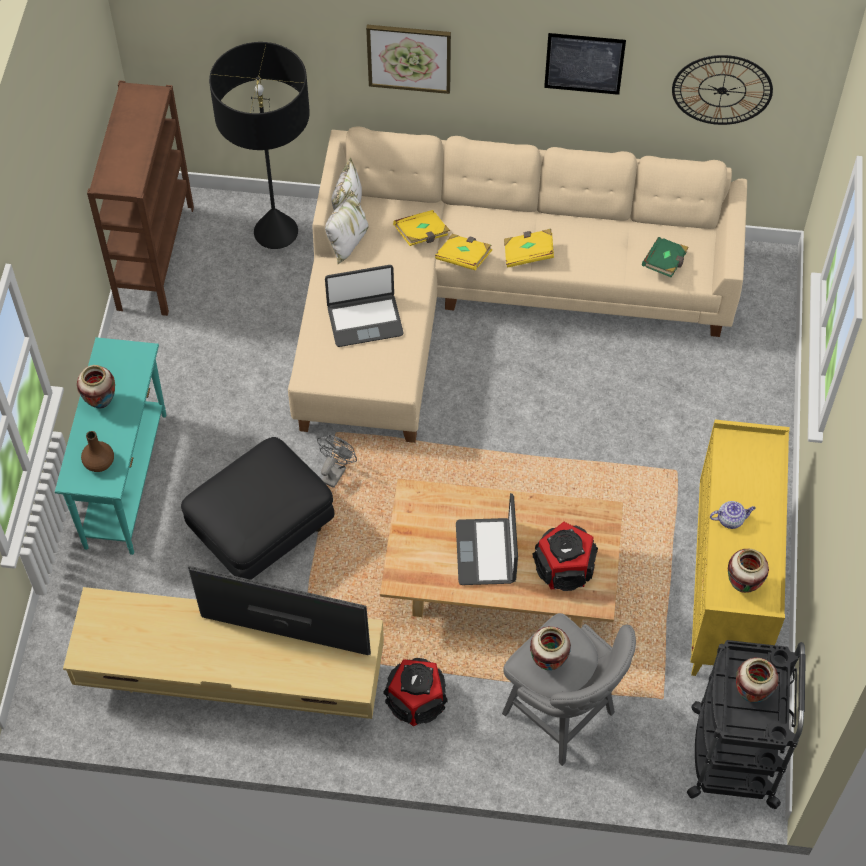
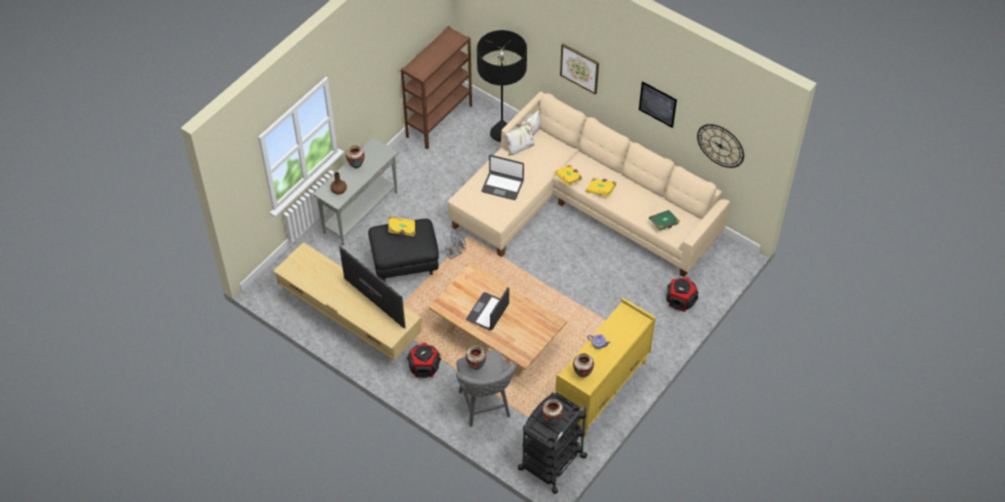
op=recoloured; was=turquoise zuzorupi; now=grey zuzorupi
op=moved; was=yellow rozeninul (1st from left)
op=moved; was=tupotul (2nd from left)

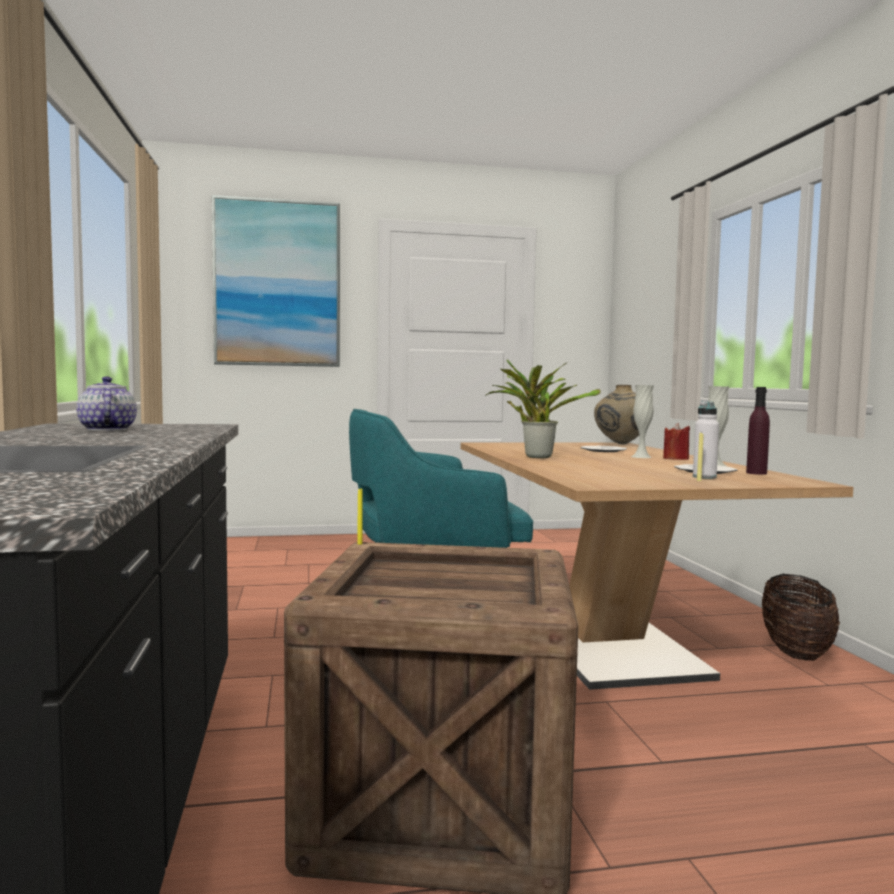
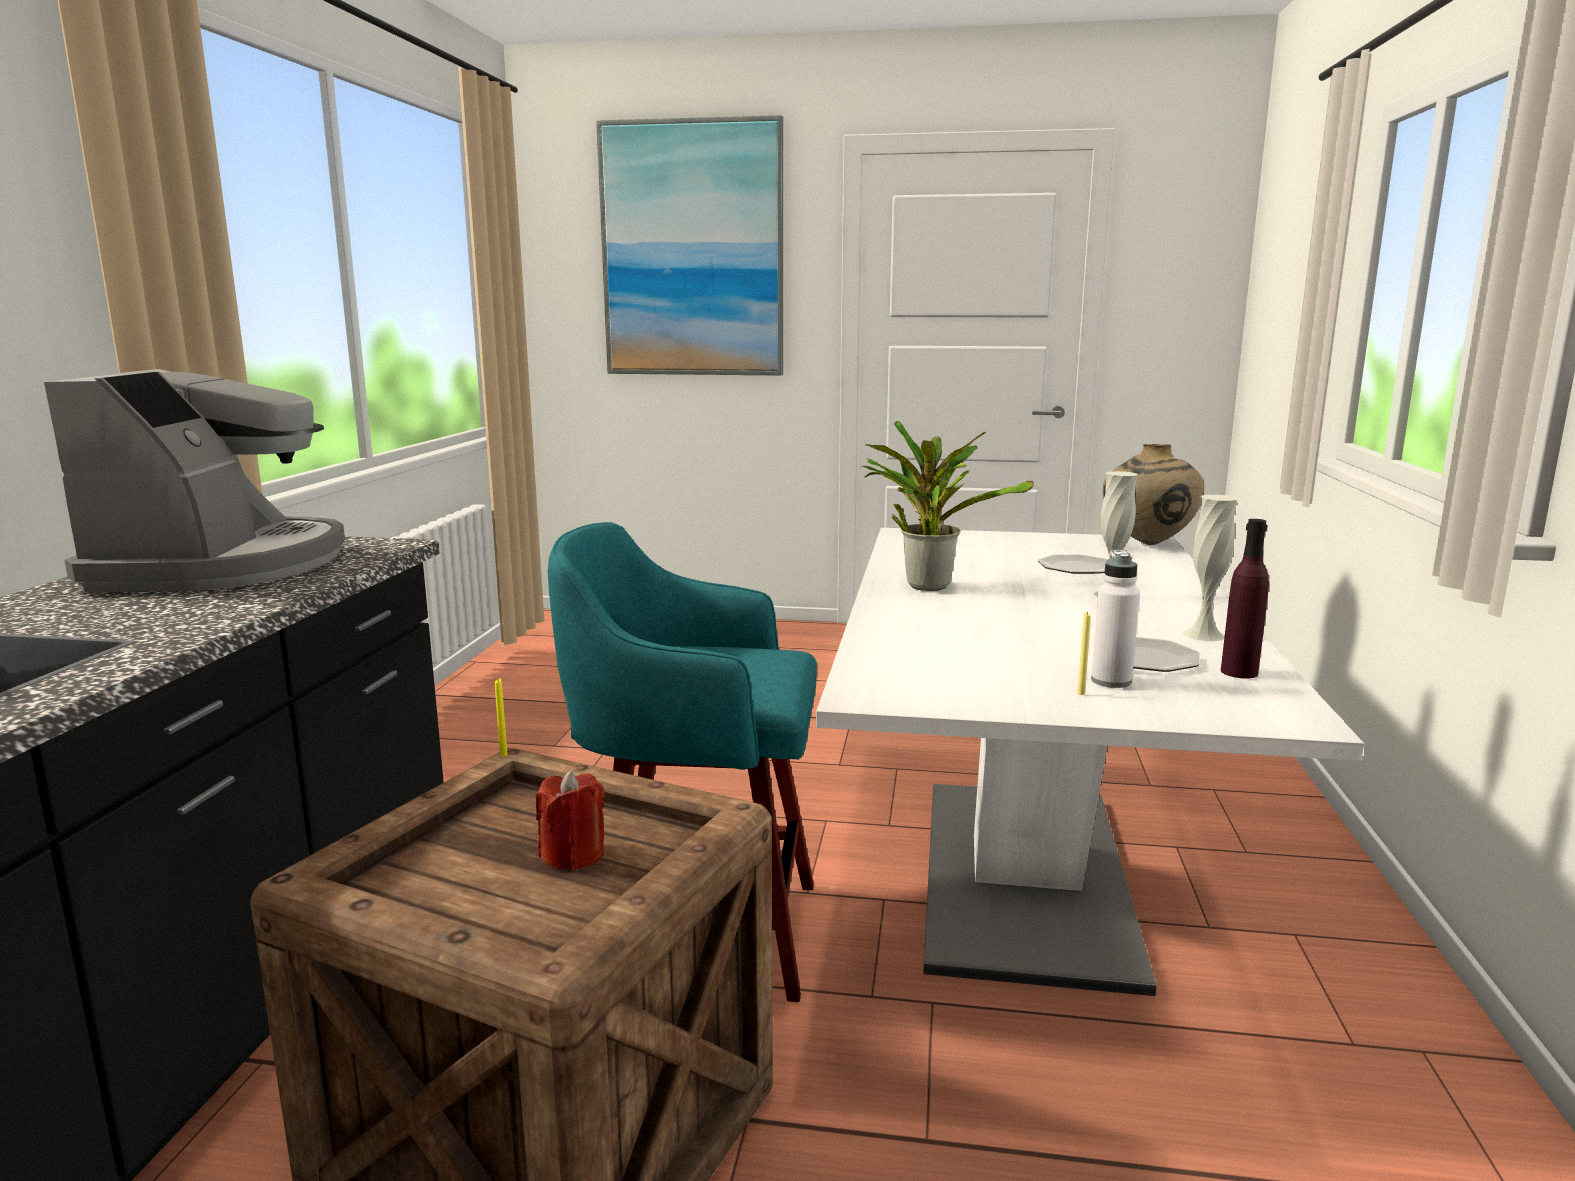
op=replaced; was=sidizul; now=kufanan
op=moved; was=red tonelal
op=recoloured; was=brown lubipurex; now=white lubipurex
op=removed; was=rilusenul

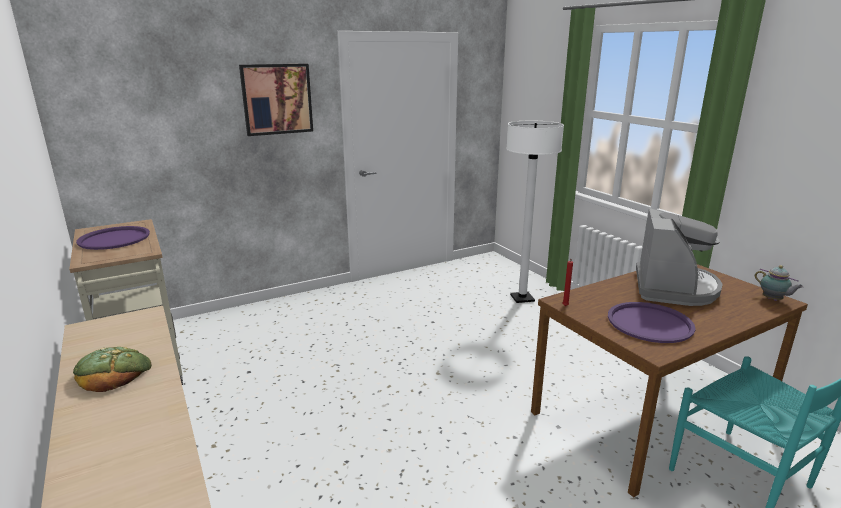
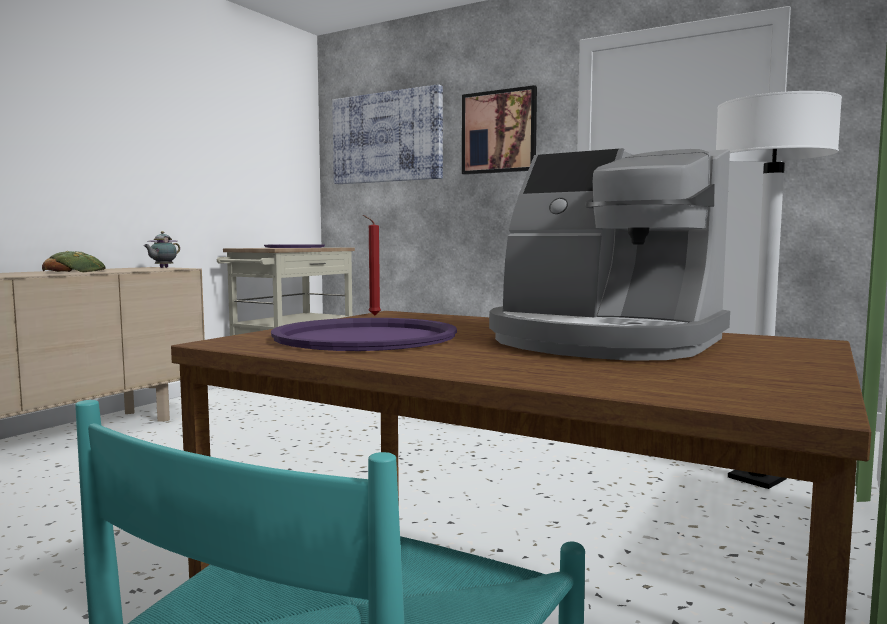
op=moved; was=sidizul
op=added; now=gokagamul (1st from left)
op=turned; was=kufanan; clockwise=45

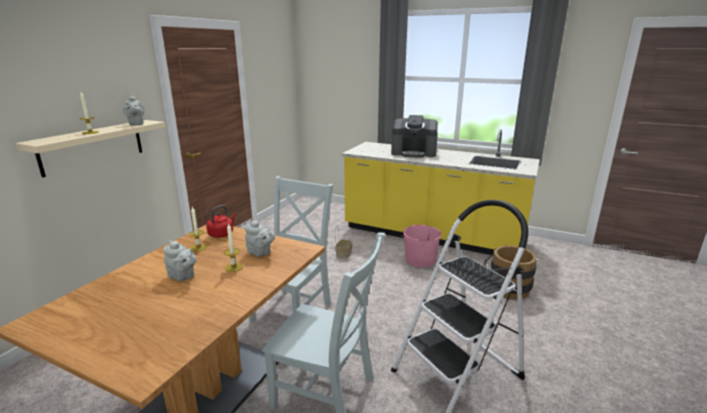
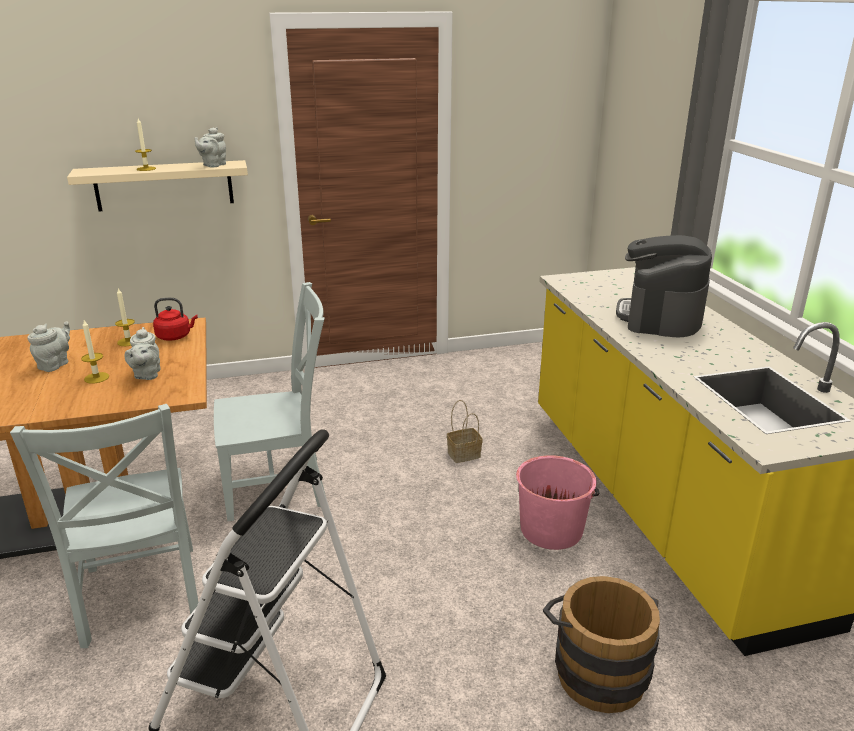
op=turned; was=grey sidizul (2nd from left in the first image); clockwise=-150
op=turned; was=kufanan; clockwise=45

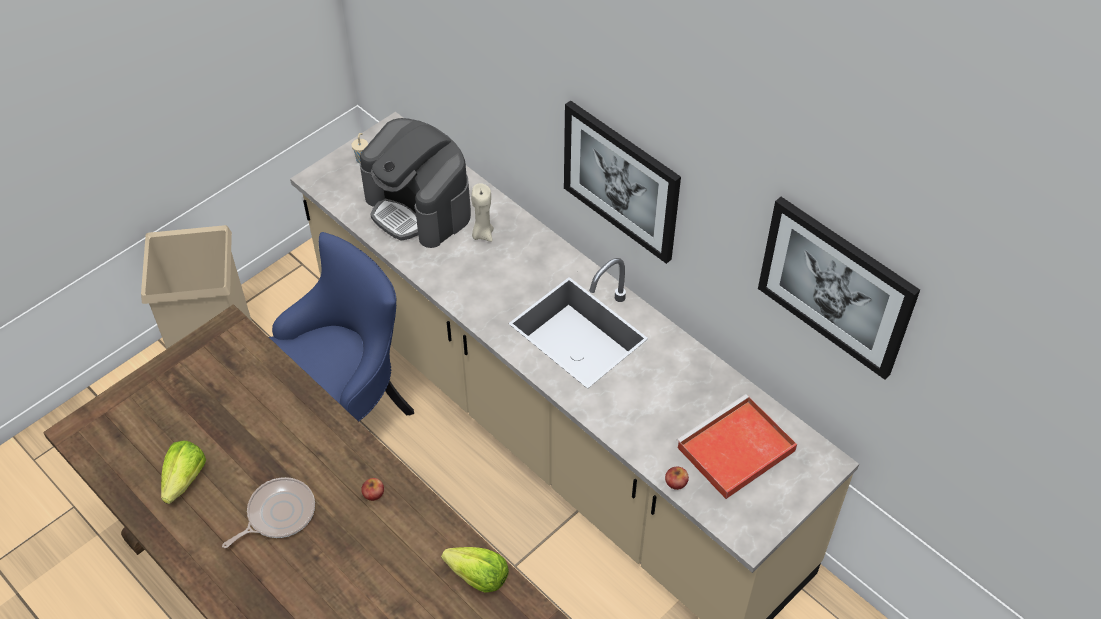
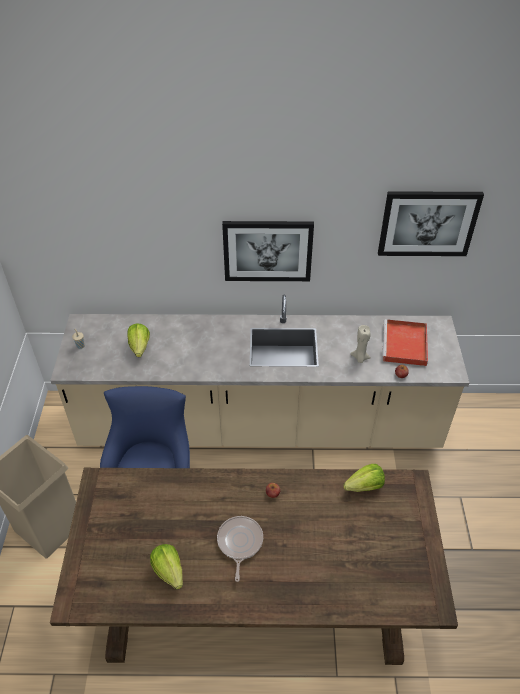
op=replaced; was=kufanan; now=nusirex (1st from left)
op=moved; was=beige tonelal

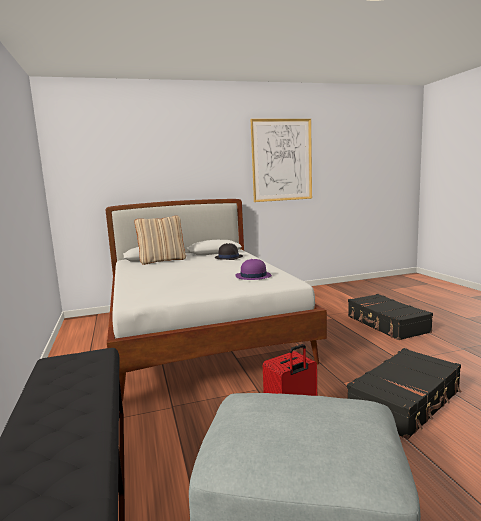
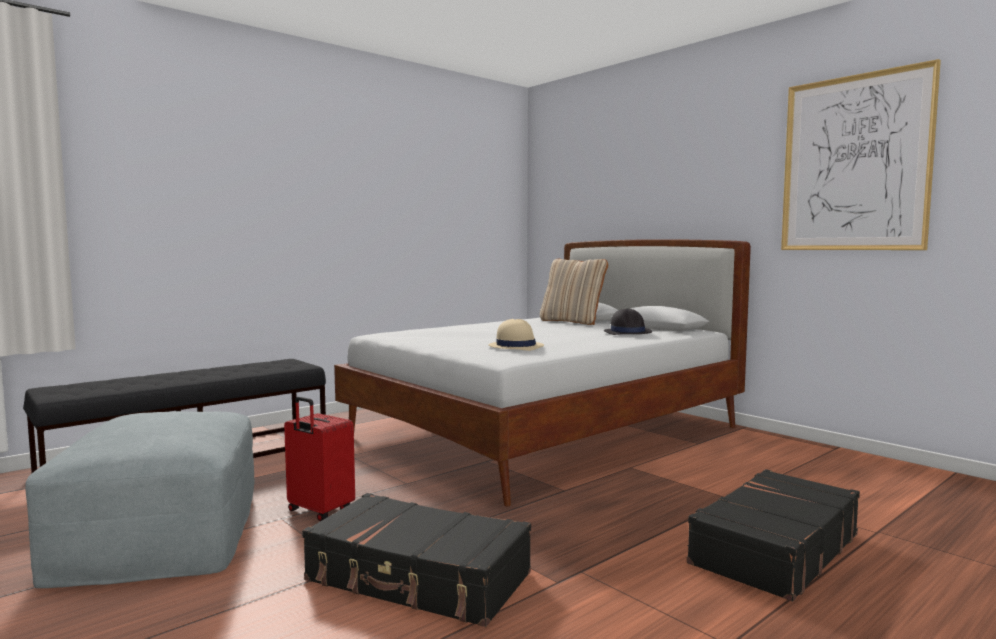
op=recoloured; was=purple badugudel; now=beige badugudel

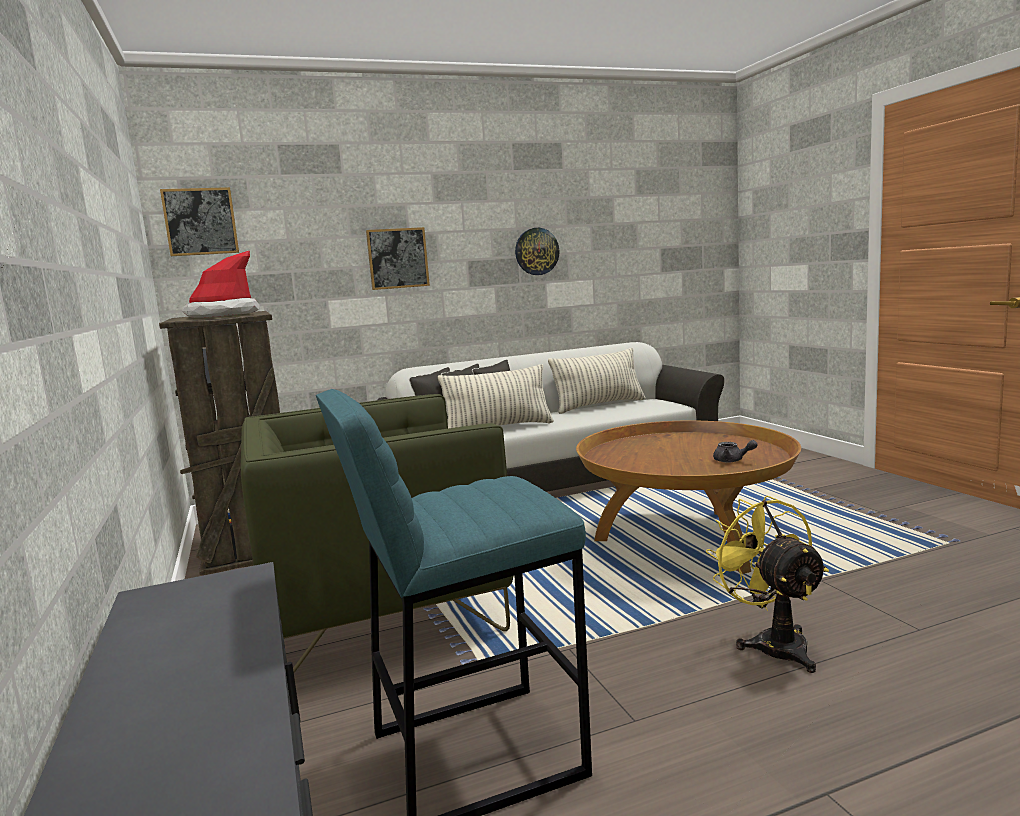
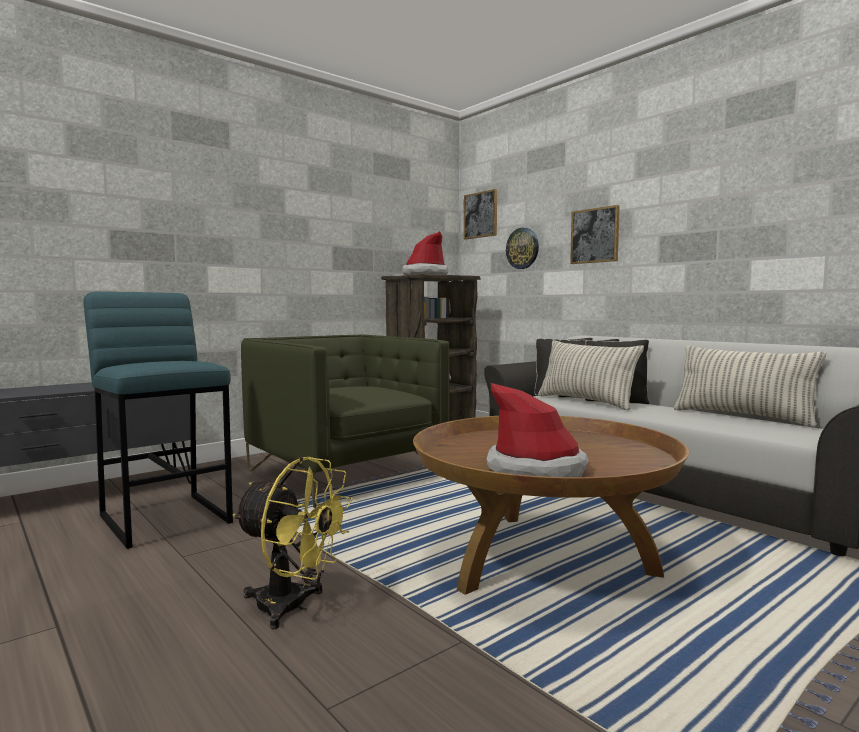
op=turned; was=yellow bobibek; clockwise=60
op=replaced; was=grey sidizul; now=badugudel (2nd from left)
op=moved; was=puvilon

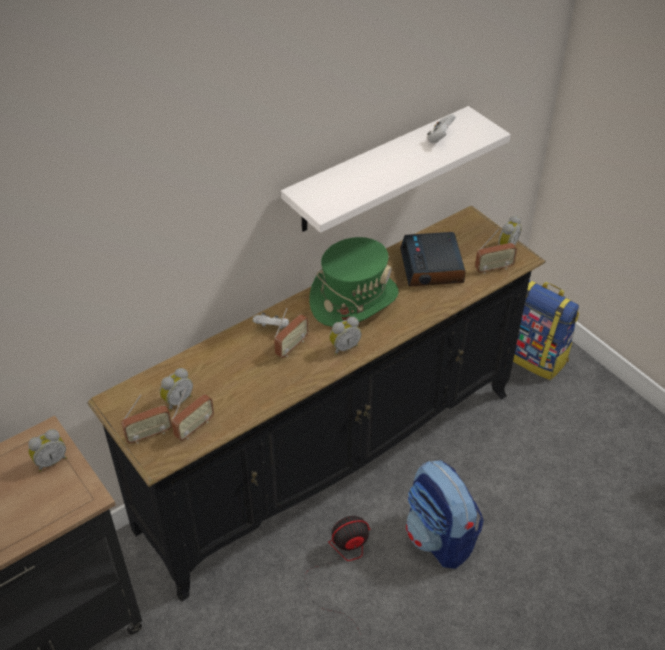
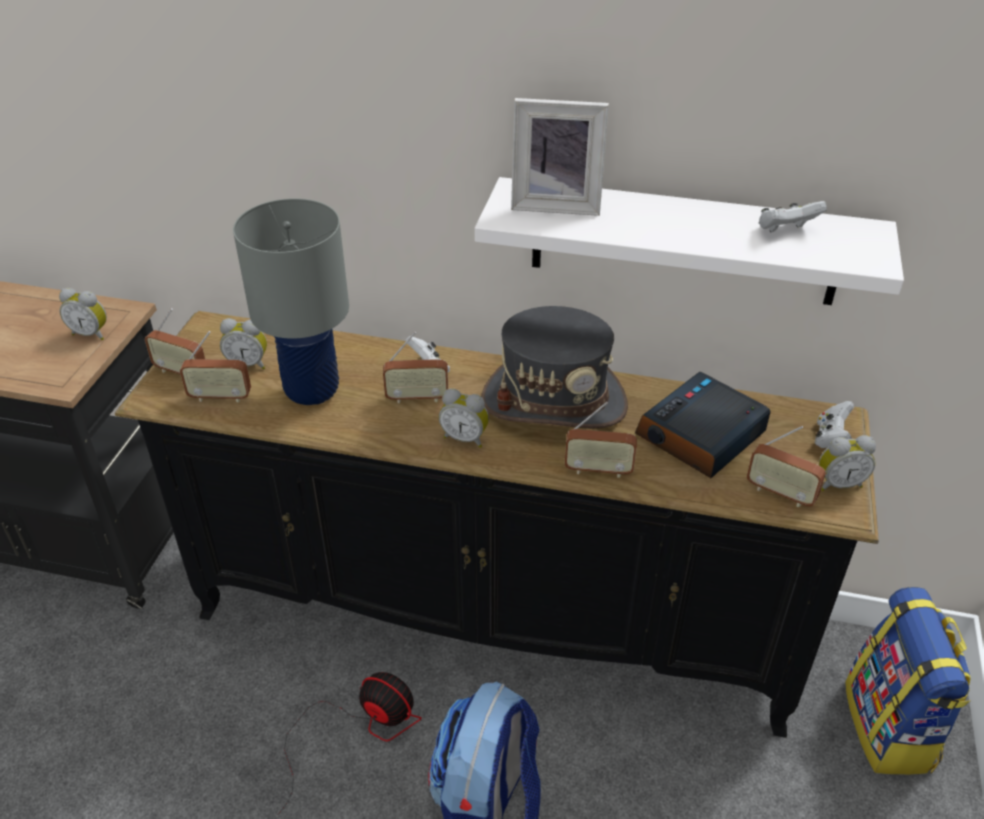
op=added; now=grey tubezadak
op=recoloured; was=green badugudel; now=grey badugudel
op=added; now=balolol
op=added; now=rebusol (4th from left)
op=added; now=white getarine (3rd from left)

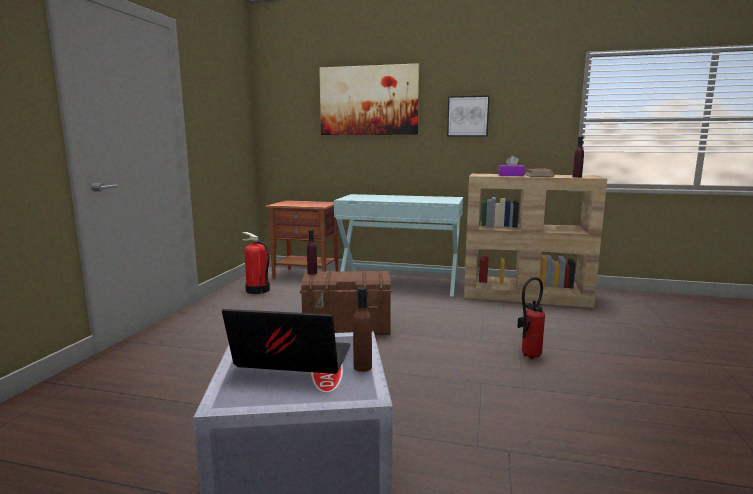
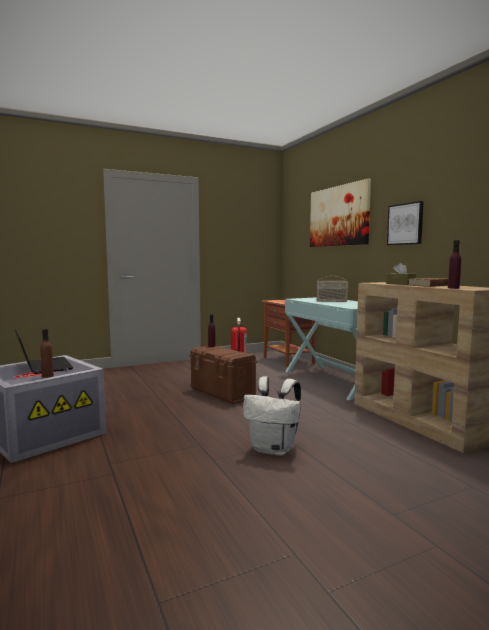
op=replaced; was=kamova (2nd from left); now=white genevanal
op=added; now=rebusol
op=recoloured; was=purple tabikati; now=brown tabikati

